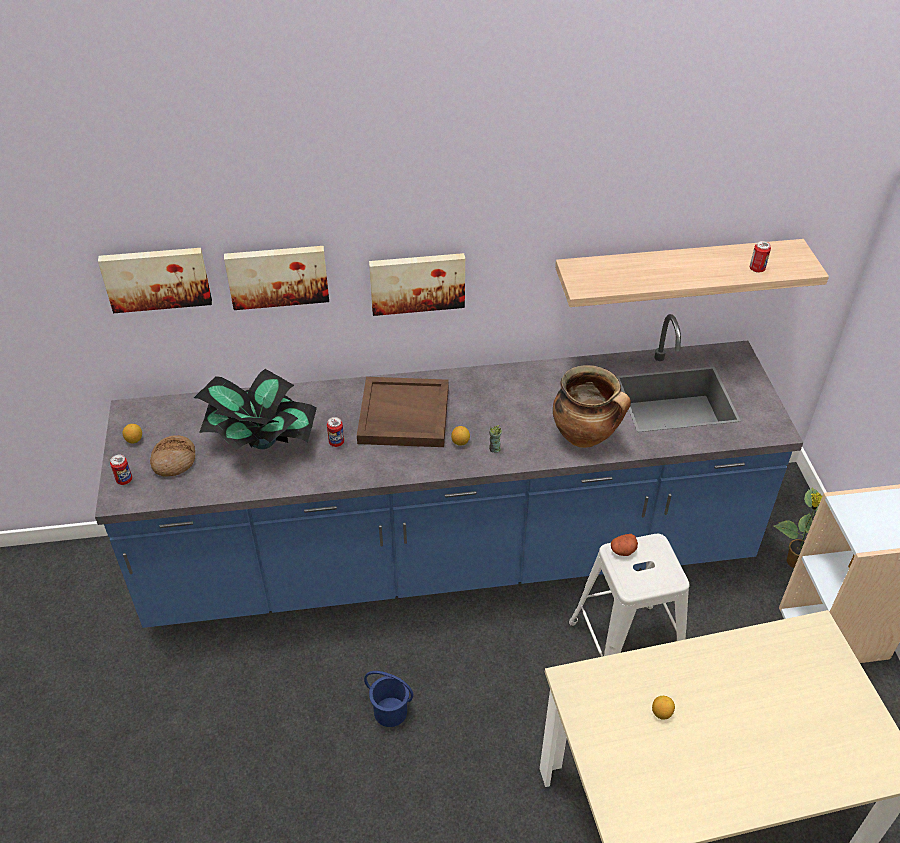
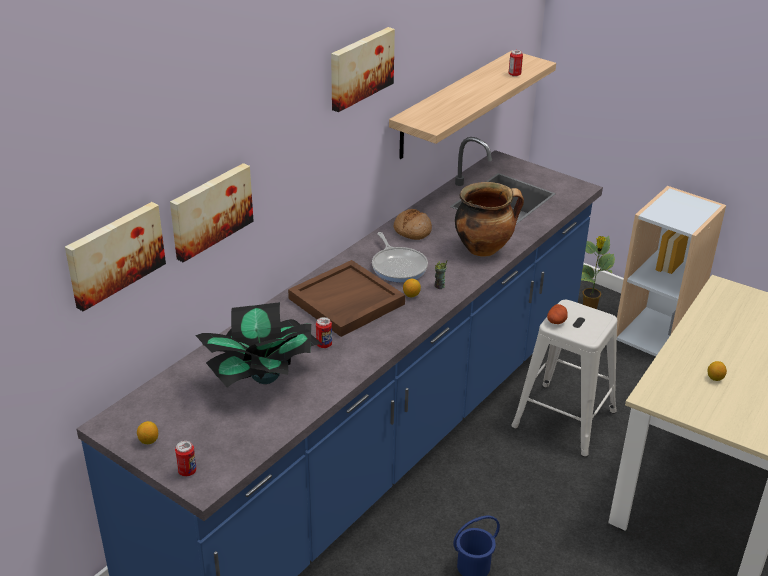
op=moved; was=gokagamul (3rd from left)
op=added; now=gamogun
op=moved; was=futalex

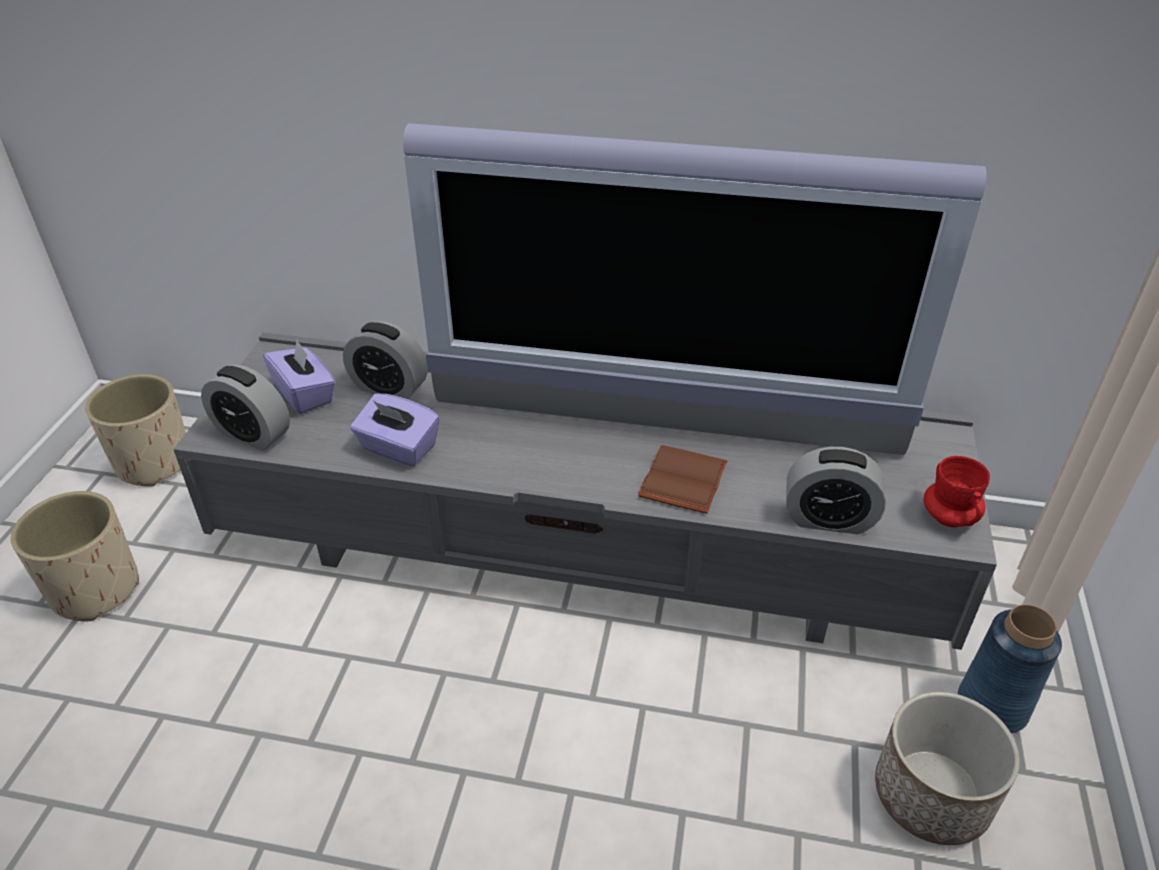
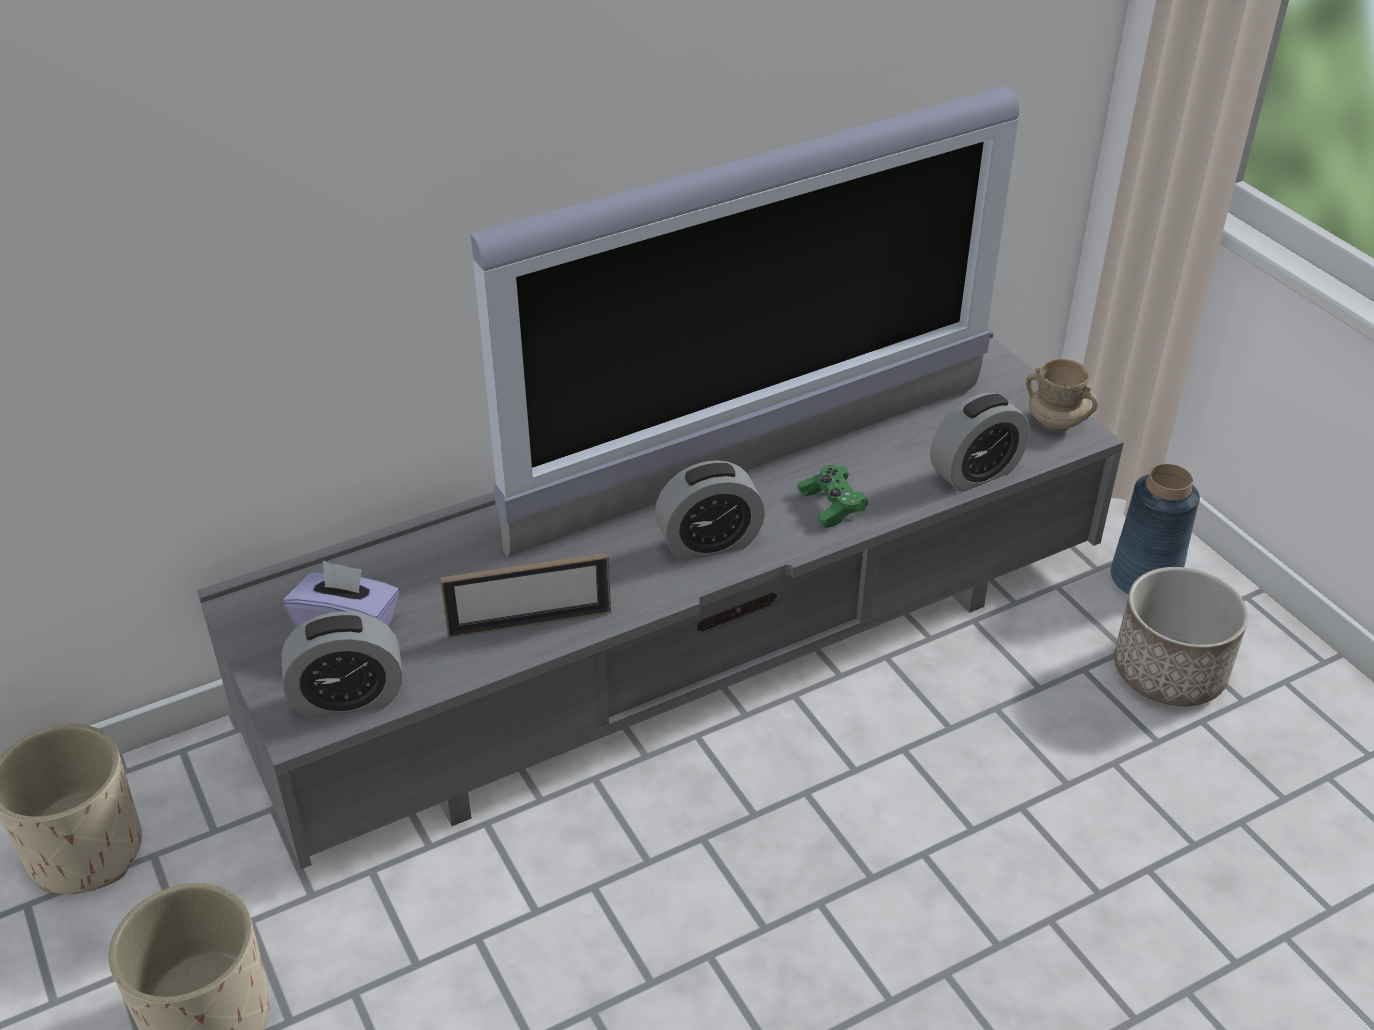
op=replaced; was=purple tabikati (2nd from left); now=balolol
op=moved; was=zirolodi (2nd from left)
op=replaced; was=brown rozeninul; now=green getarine
op=recoloured; was=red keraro; now=beige keraro

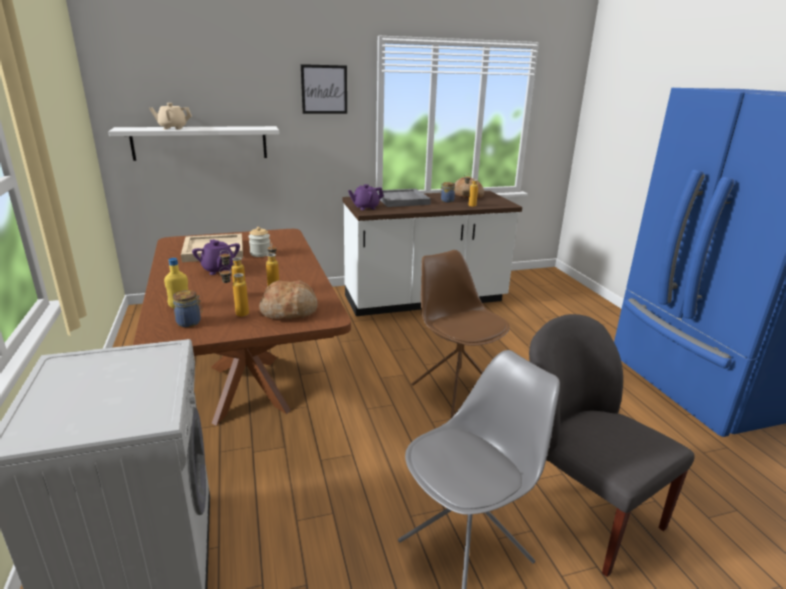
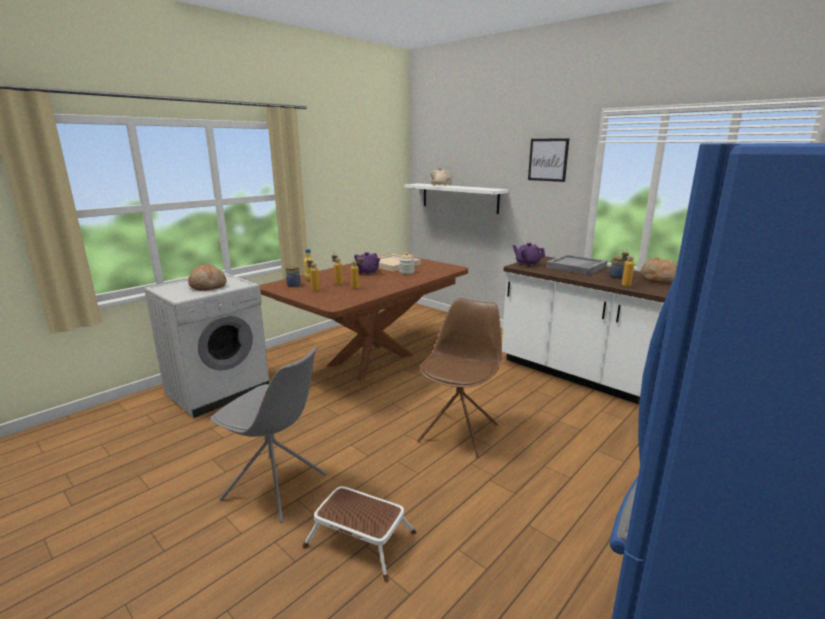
op=moved; was=futalex (1st from left)
op=replaced; was=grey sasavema (2nd from left); now=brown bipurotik

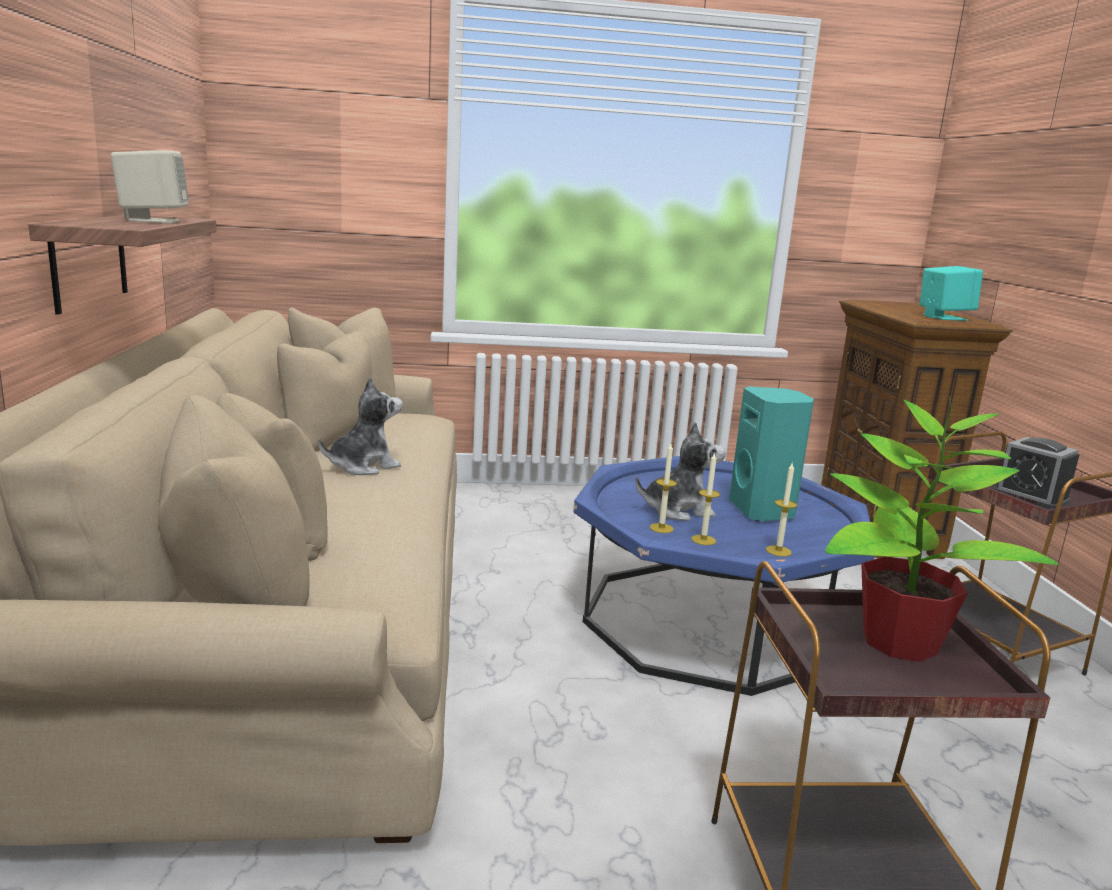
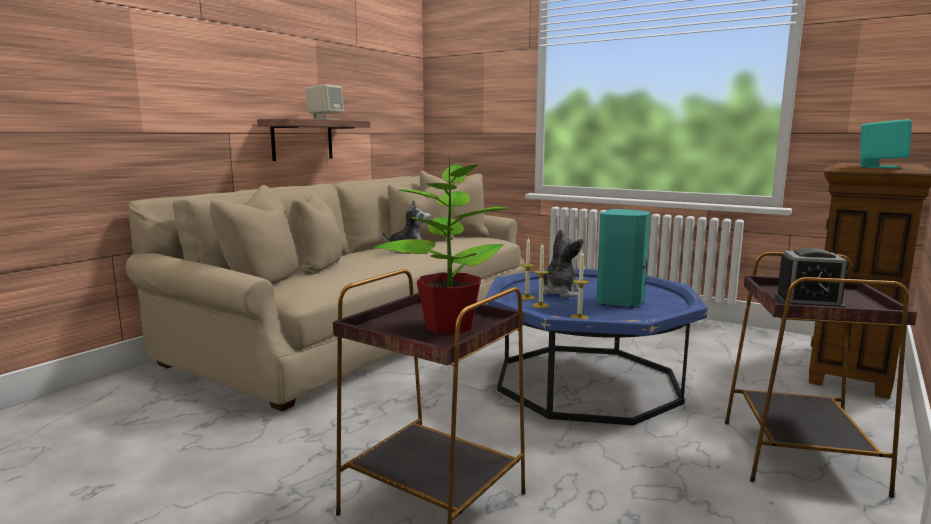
op=turned; was=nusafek (2nd from left); clockwise=-90
op=turned; was=zirolodi; clockwise=-75

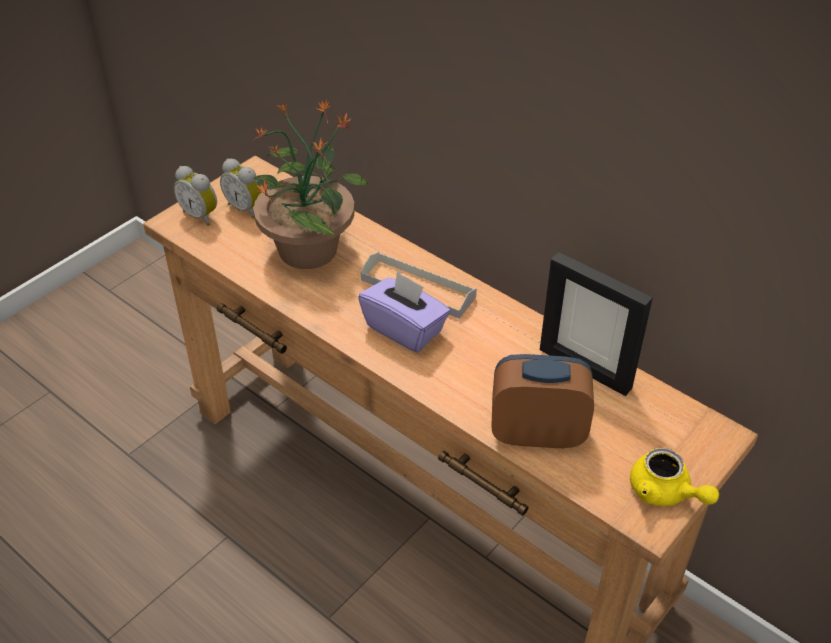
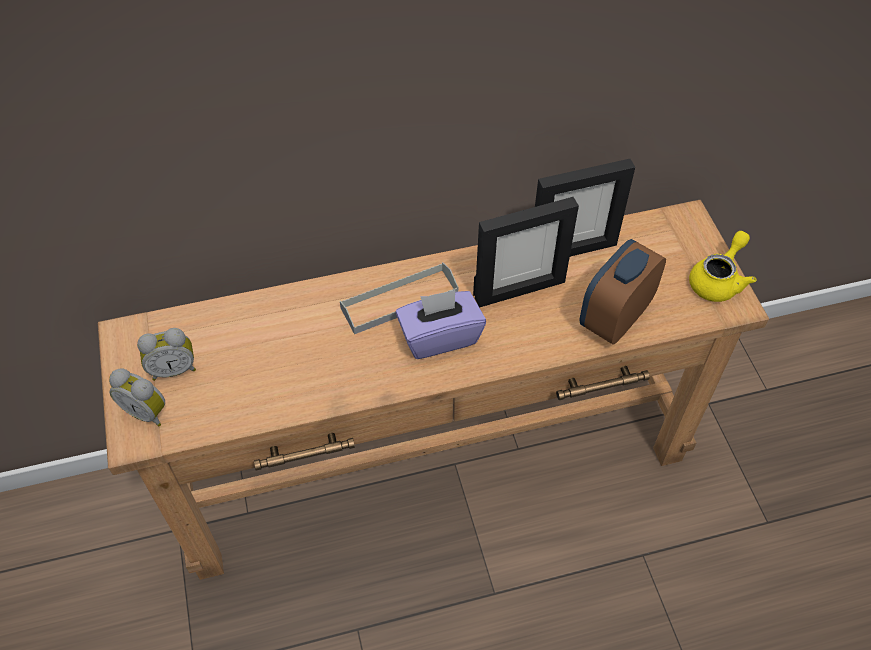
op=turned; was=zirolodi (1st from left); clockwise=45
op=added; now=balolol (1st from left)
op=turned; was=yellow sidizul; clockwise=-45
op=removed; was=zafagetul

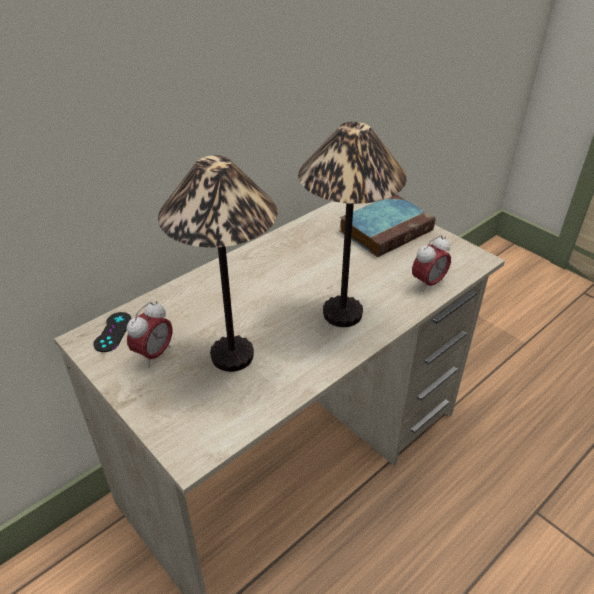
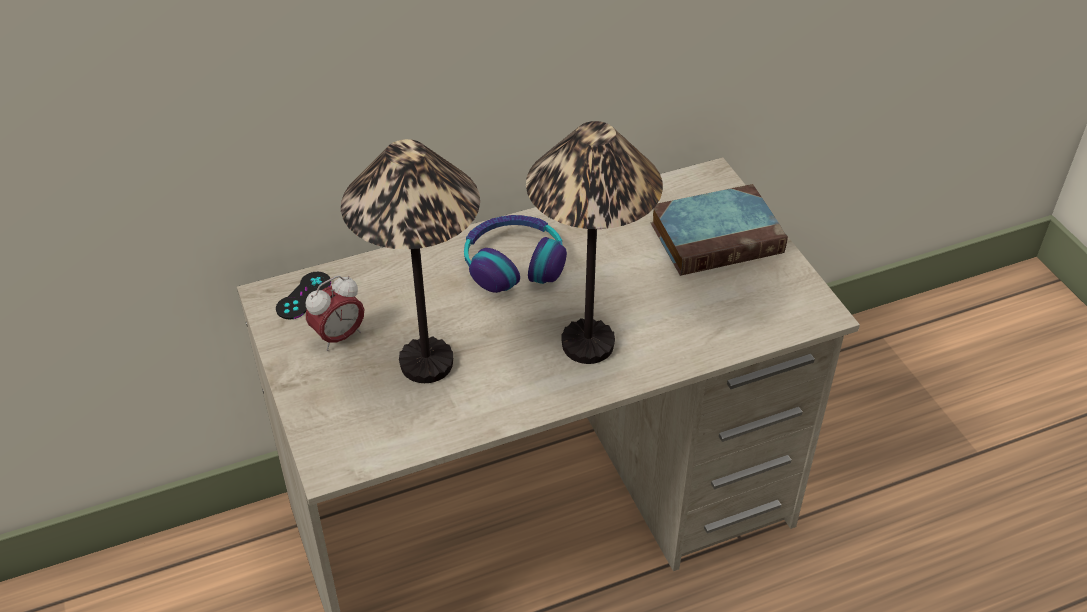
op=added; now=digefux
op=removed; was=zirolodi (2nd from left)

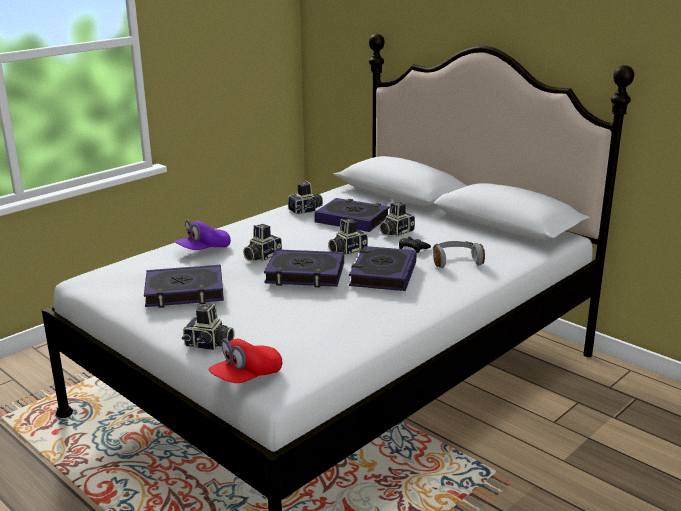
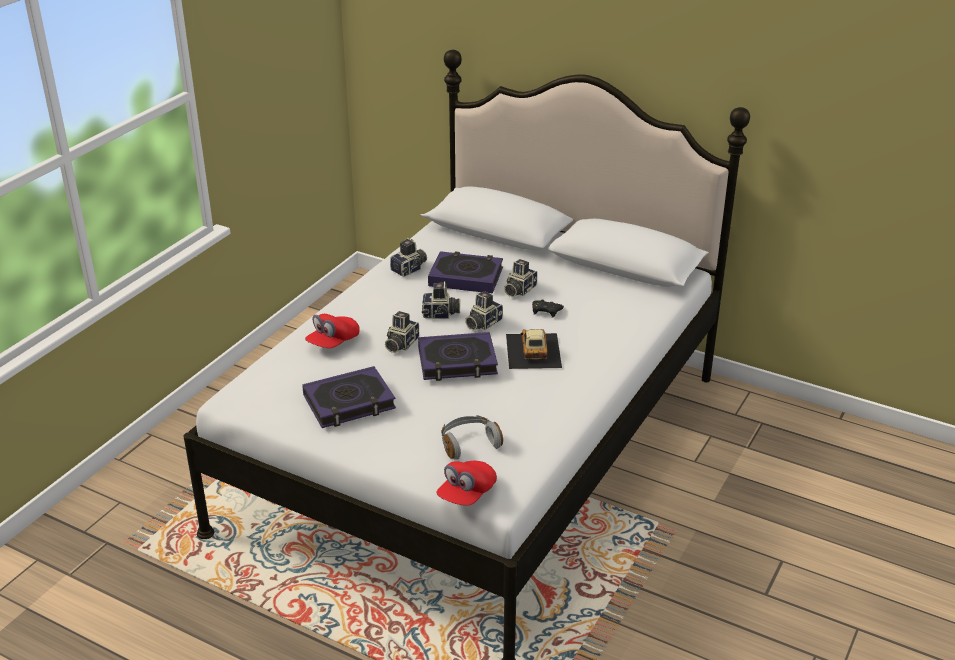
op=recoloured; was=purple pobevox; now=red pobevox (1st from left)
op=moved; was=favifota (1st from left in the first image); now=favifota (3rd from left)
op=moved; was=grey digefux
op=replaced; was=rozeninul (4th from left); now=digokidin

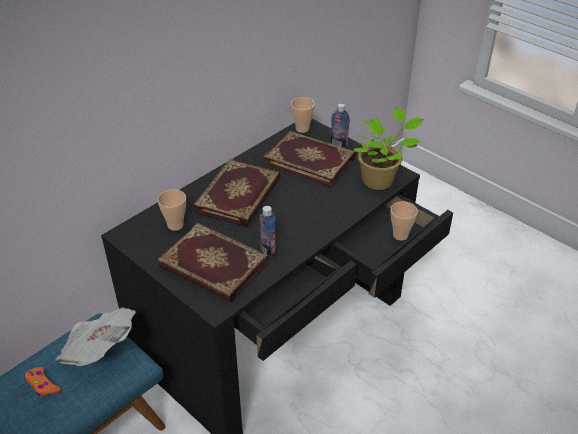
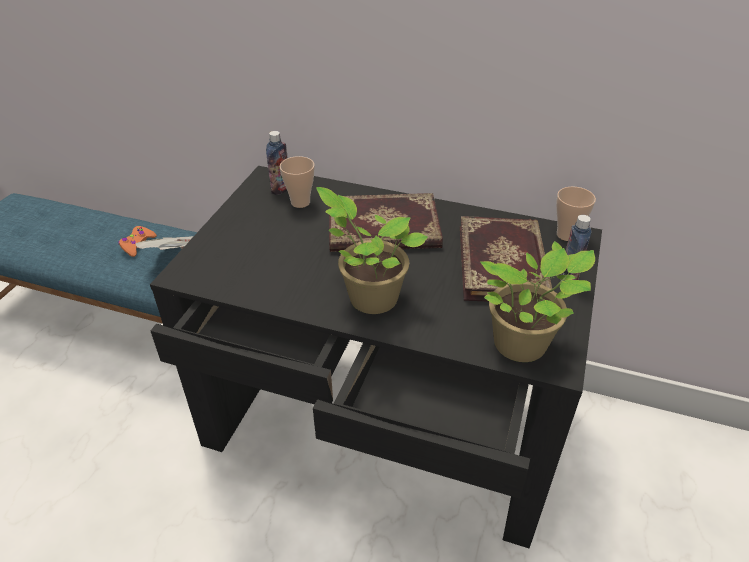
op=moved; was=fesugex (1st from left)
op=added; now=zafagetul (1st from left)
op=removed; was=rozeninul (1st from left)
op=removed; was=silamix (3rd from left)

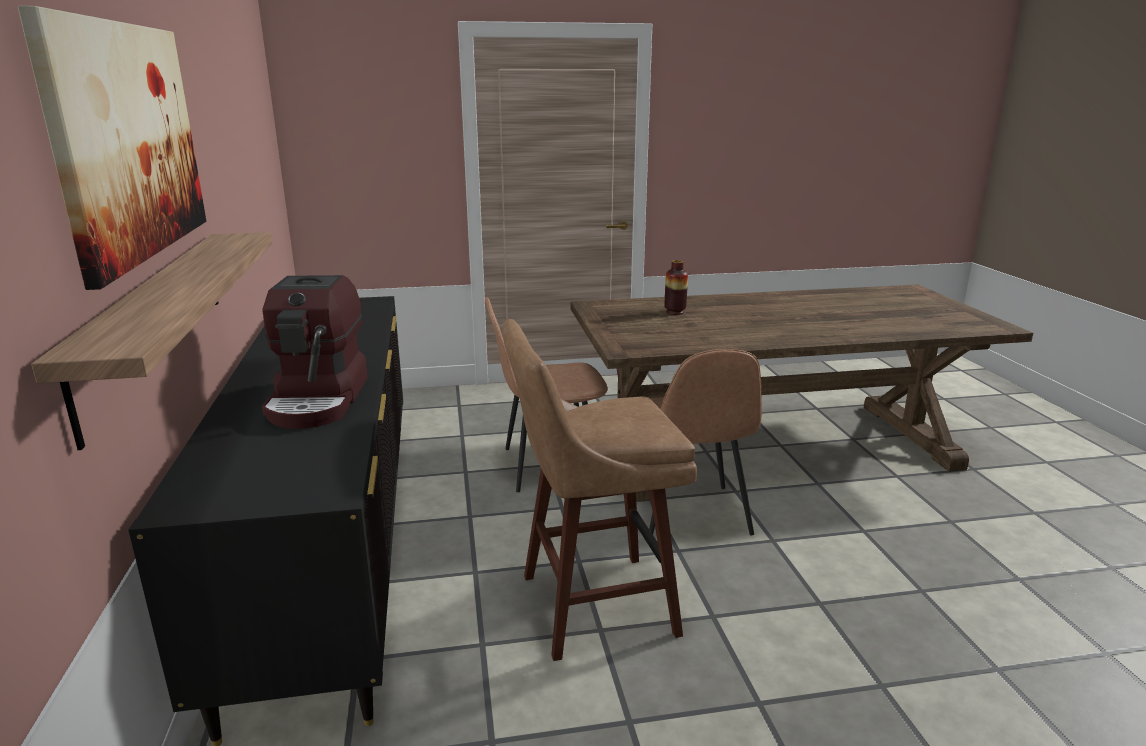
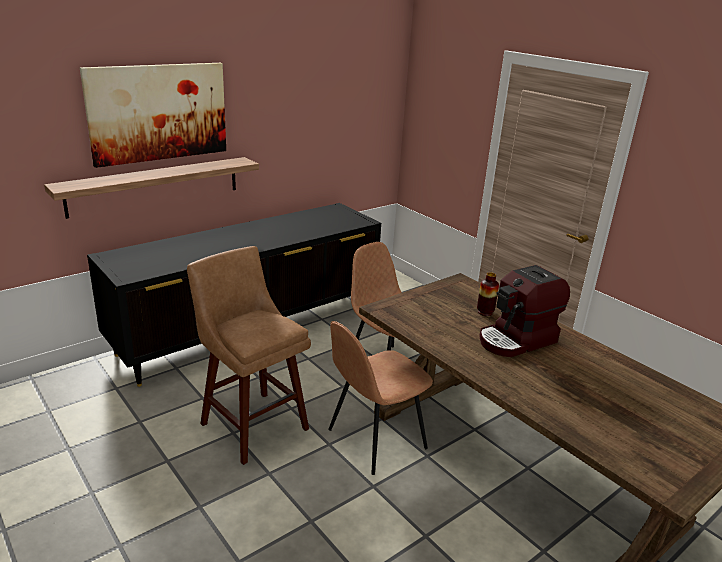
op=moved; was=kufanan

